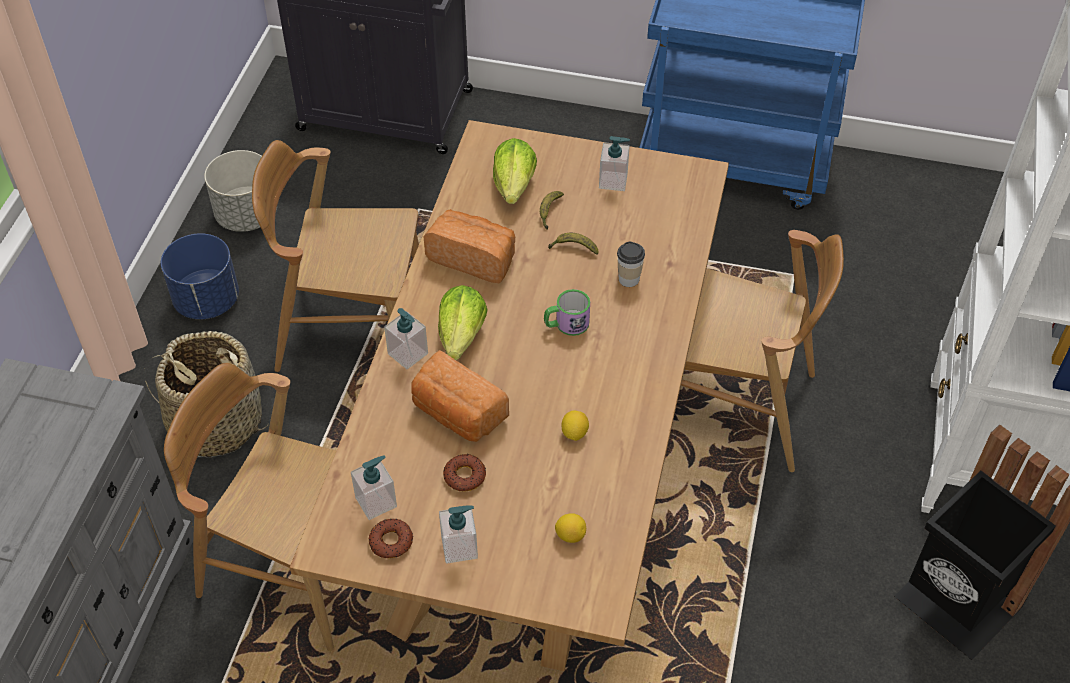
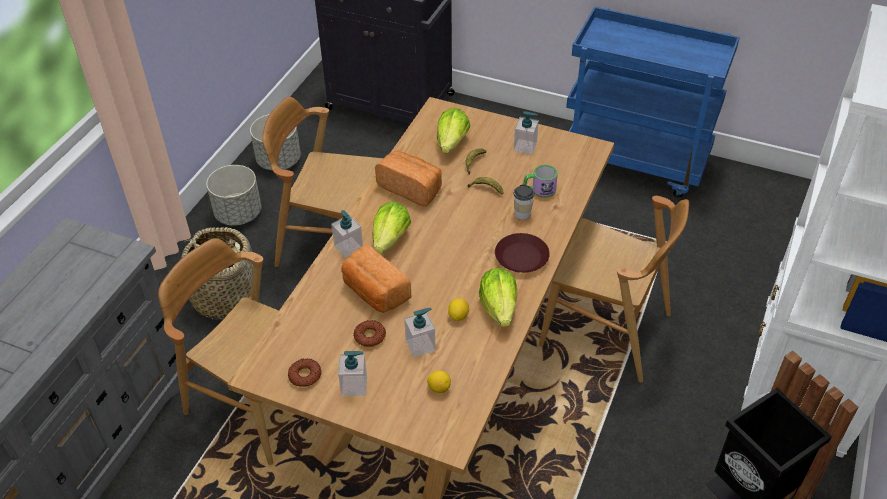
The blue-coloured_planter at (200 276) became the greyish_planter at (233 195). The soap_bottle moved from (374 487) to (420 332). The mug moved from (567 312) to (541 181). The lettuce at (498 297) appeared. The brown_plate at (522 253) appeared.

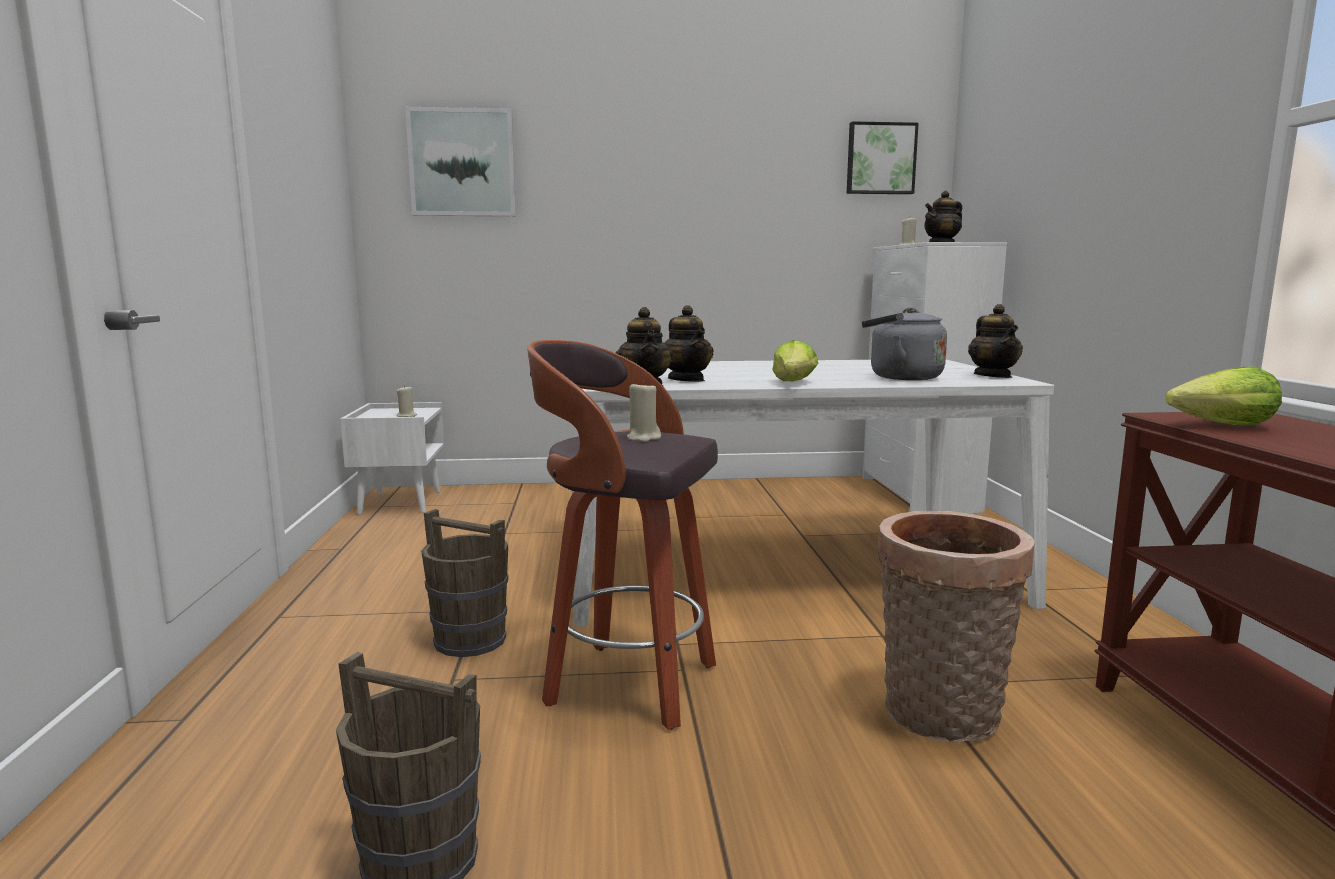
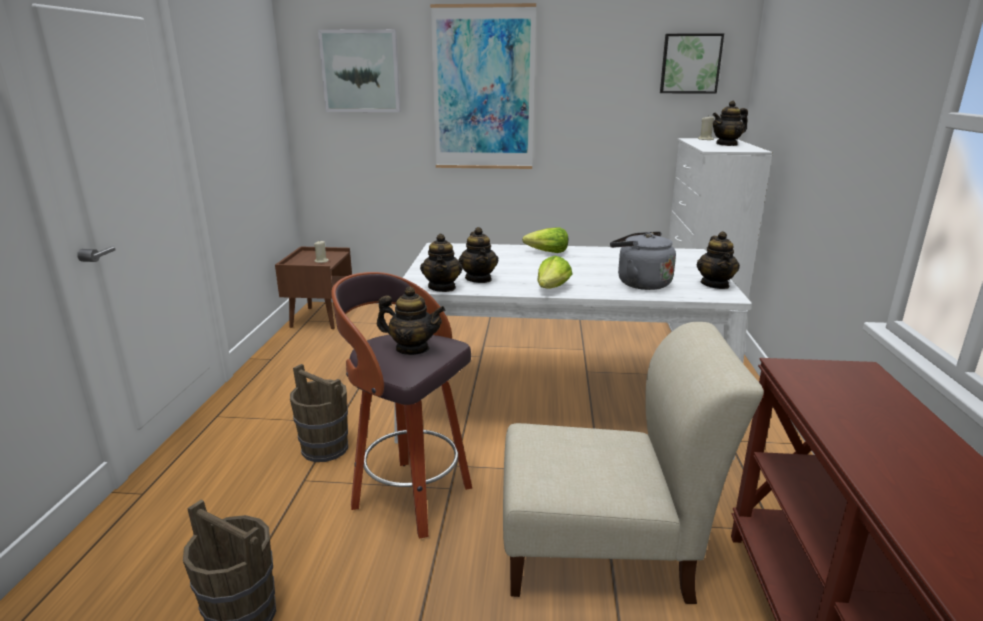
The white_bedside_table at (392 458) became the brown_bedside_table at (313 288). The beige_wax_candle at (644 411) was replaced by the pot_for_tea at (411 321). The basket at (956 627) was replaced by the beige_upright_chair at (633 463). The lettuce moved from (1223 396) to (545 240). The picture at (483 86) appeared.

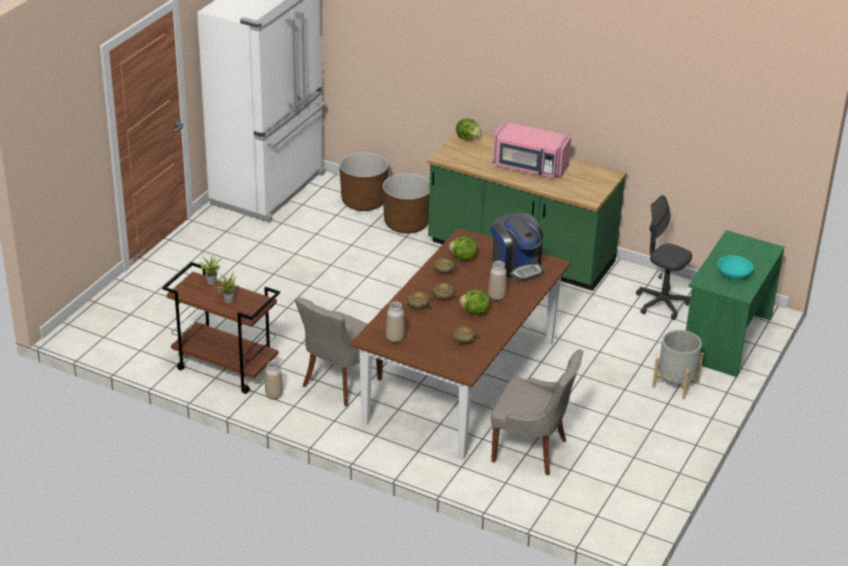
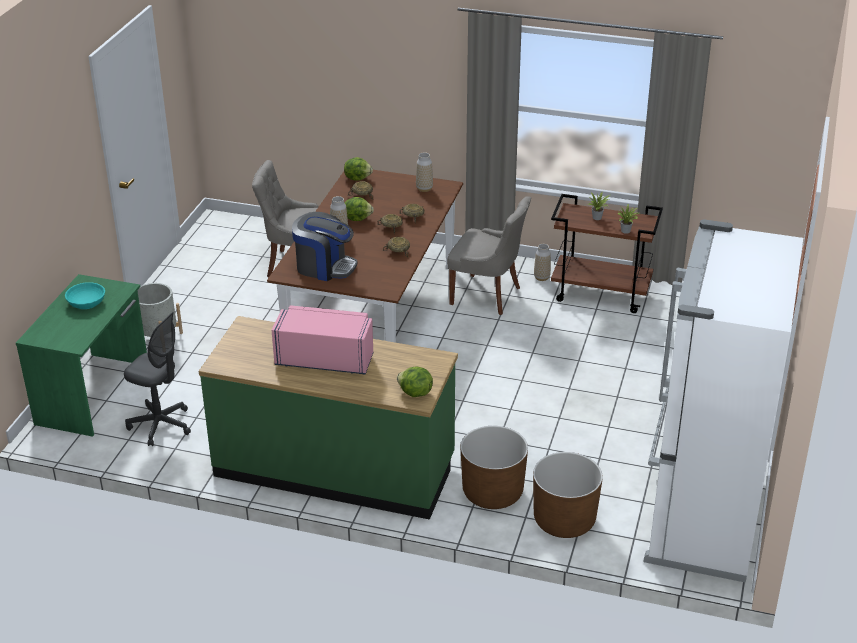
The greyish_upright_chair at (339 351) turned 90 degrees clockwise. The lettuce moved from (463 249) to (358 169). The coffee_machine at (517 247) turned 150 degrees clockwise.

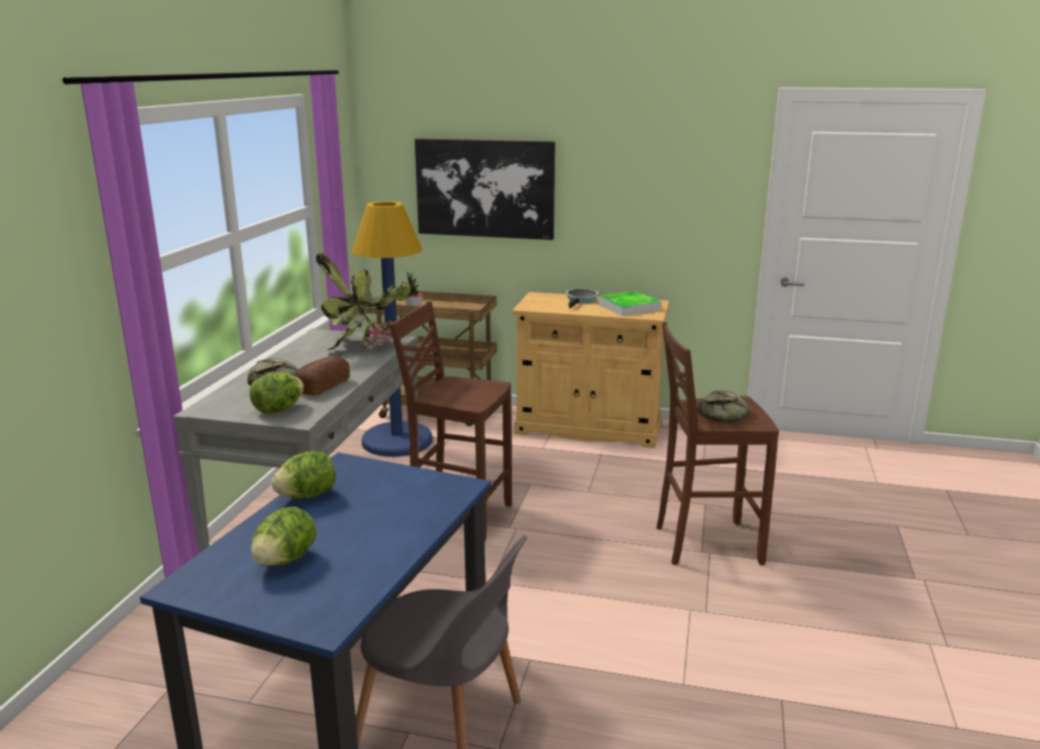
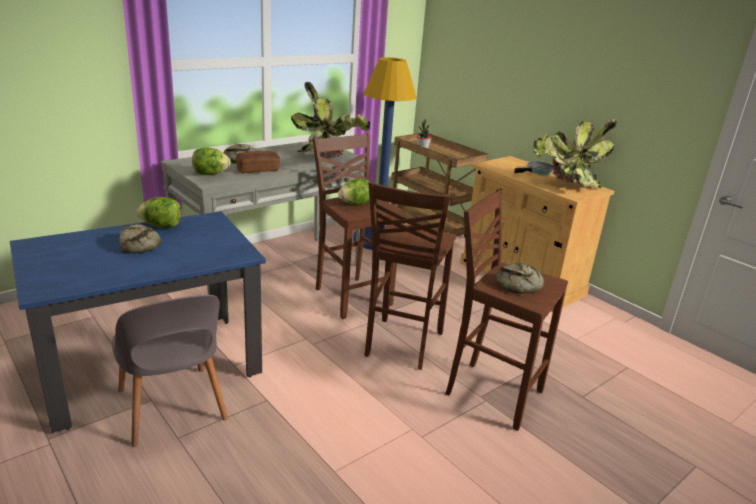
The lettuce moved from (284 536) to (354 191). The picture at (485 189) disappeared. The tray at (630 303) was replaced by the houseplant at (575 154). The bread at (140 238) appeared. The brown_stool at (411 275) appeared.

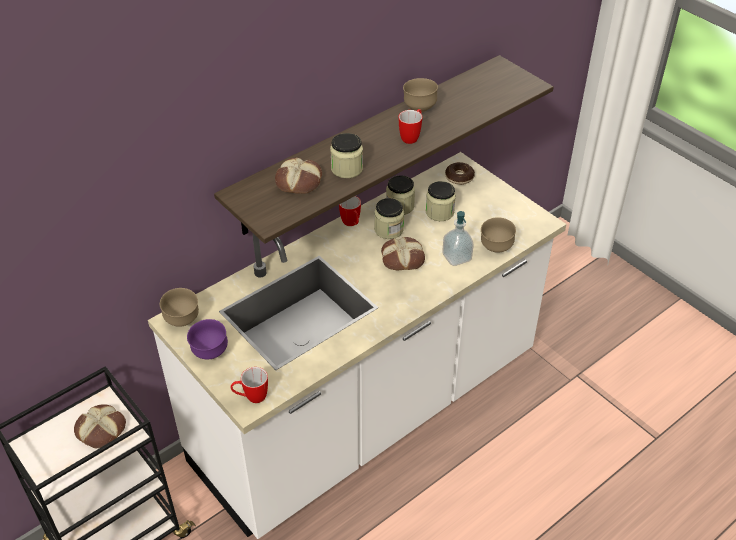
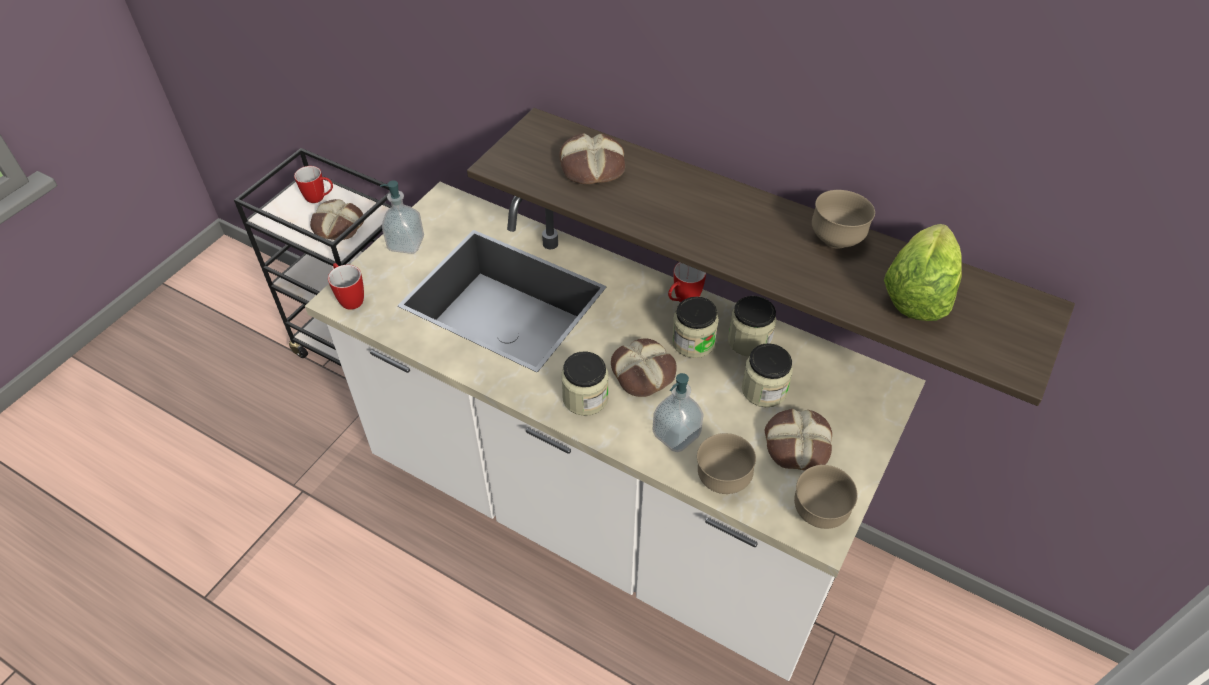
The brown_deep_dish moved from (179 307) to (826 497). The purple-coloured_deep_dish at (207 339) was replaced by the soap_bottle at (402 217). The storage_jar moved from (346 155) to (585 383). The mug moved from (410 126) to (313 184). The doughnut at (460 173) disappeared. The bread at (798 440) appeared. The lettuce at (923 272) appeared.

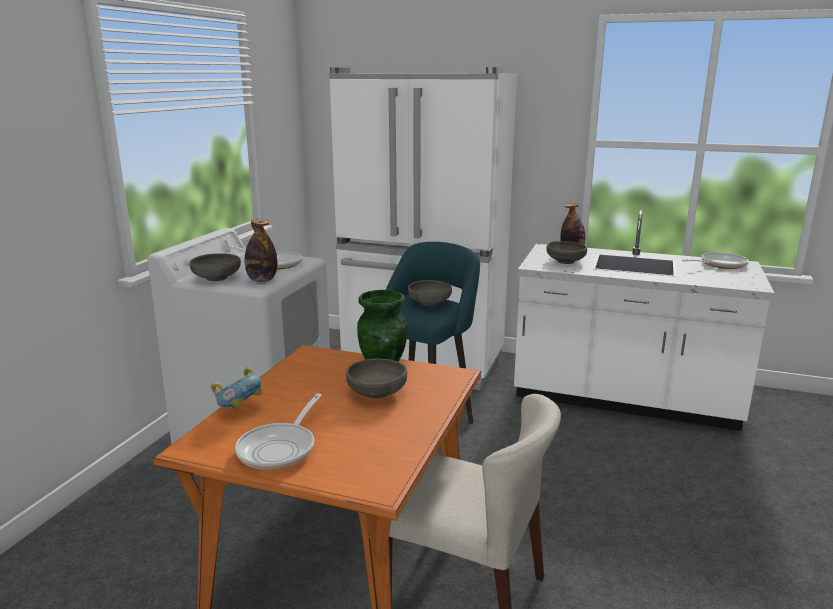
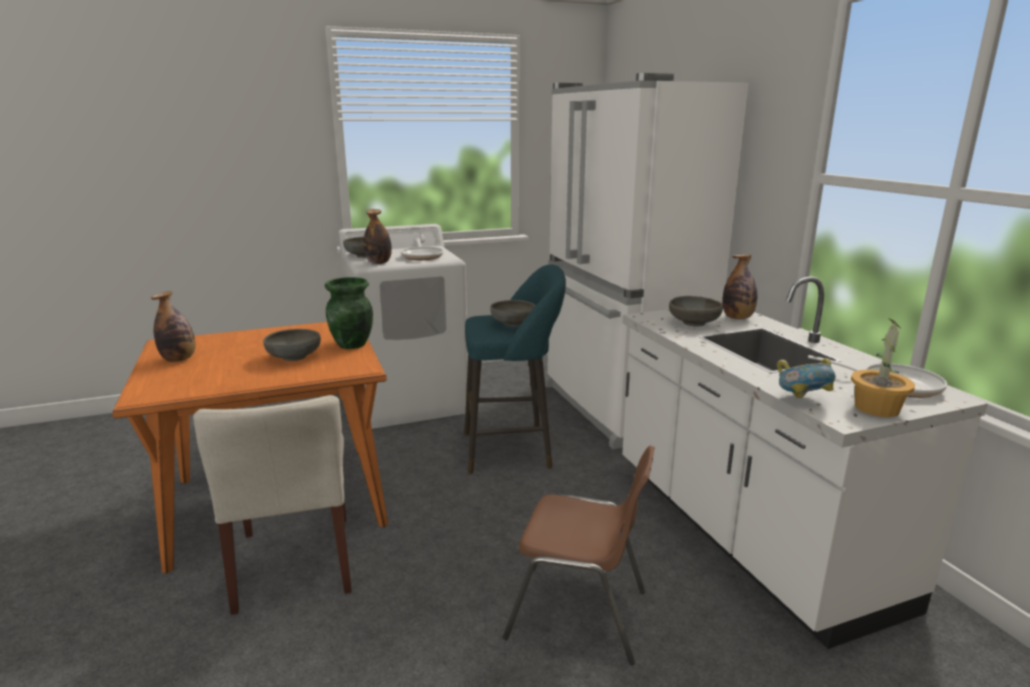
The deep_dish moved from (237 388) to (806 378). The skillet at (278 432) was replaced by the bottle at (173 326). The brown_upright_chair at (578 555) appeared. The houseplant at (883 367) appeared.

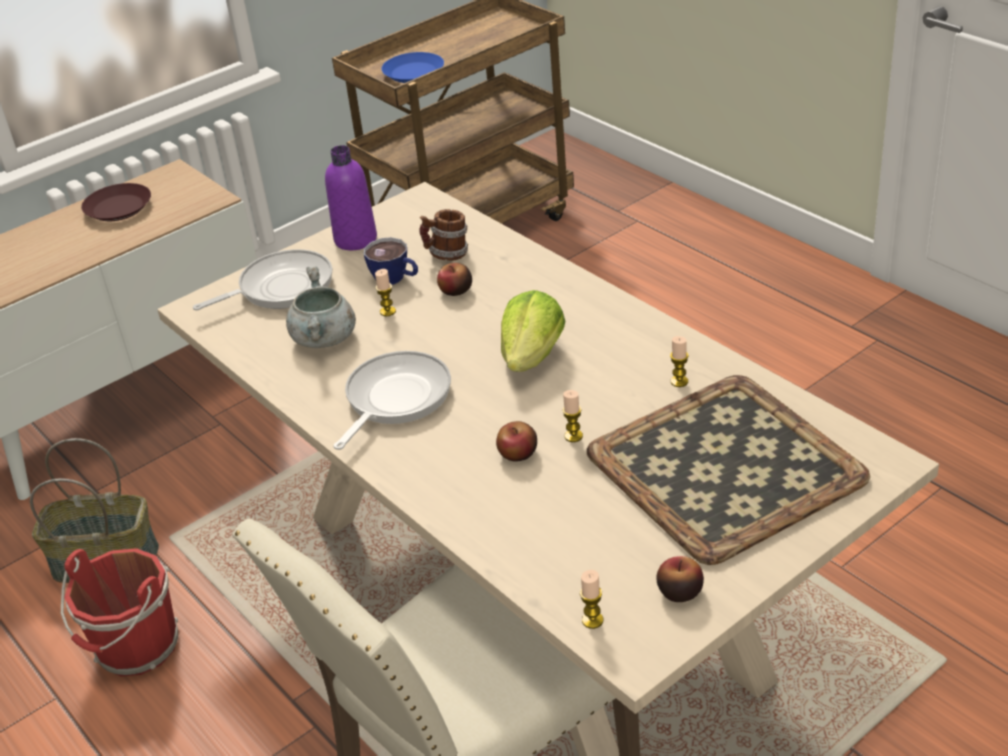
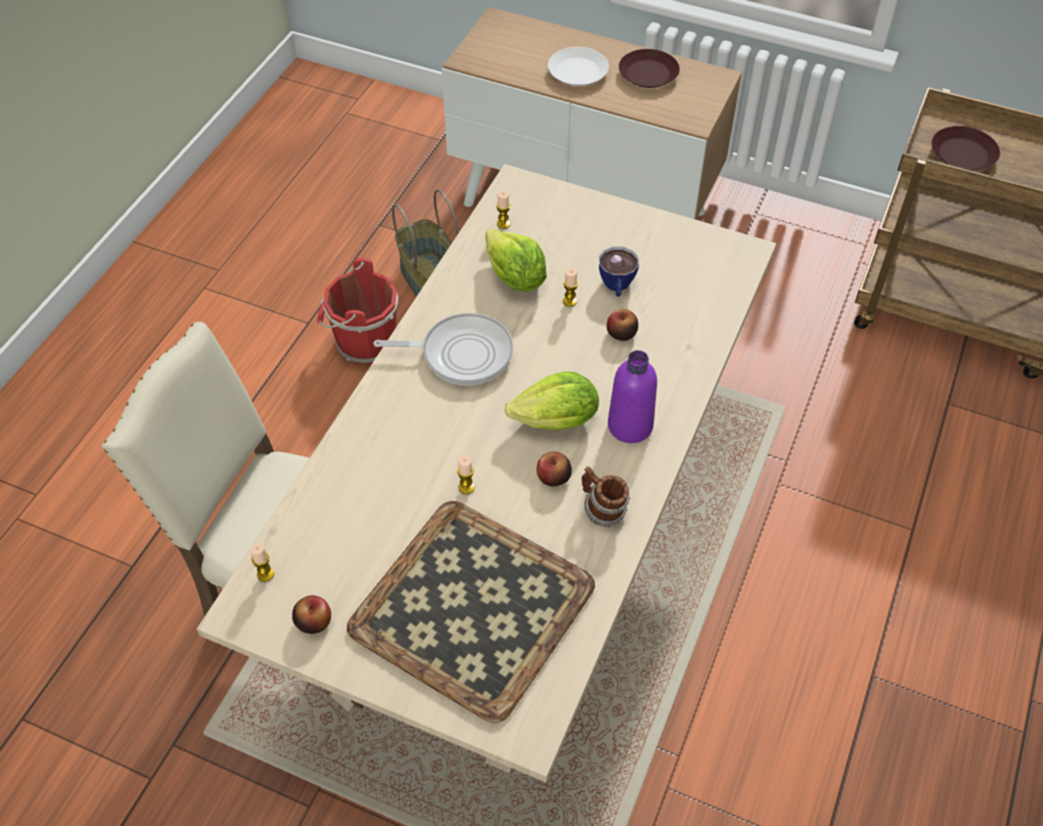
The skillet at (263 280) disappeared. The greyish_cooking_pot at (321 307) was replaced by the lettuce at (516 260). The purple-coloured_bottle moved from (351 197) to (632 396). The blue-coloured_plate at (412 67) became the brown_plate at (965 148). The mug moved from (443 235) to (606 496). The apple_fruit moved from (516 441) to (554 468). The wax_candle moved from (679 361) to (503 209). The white_plate at (578 66) appeared.

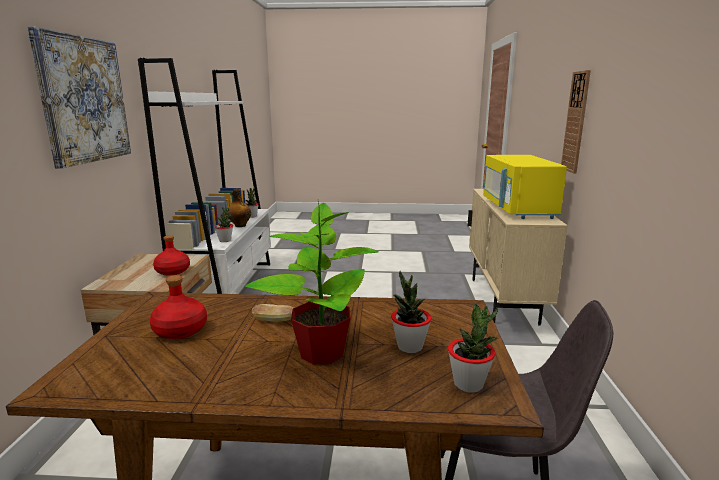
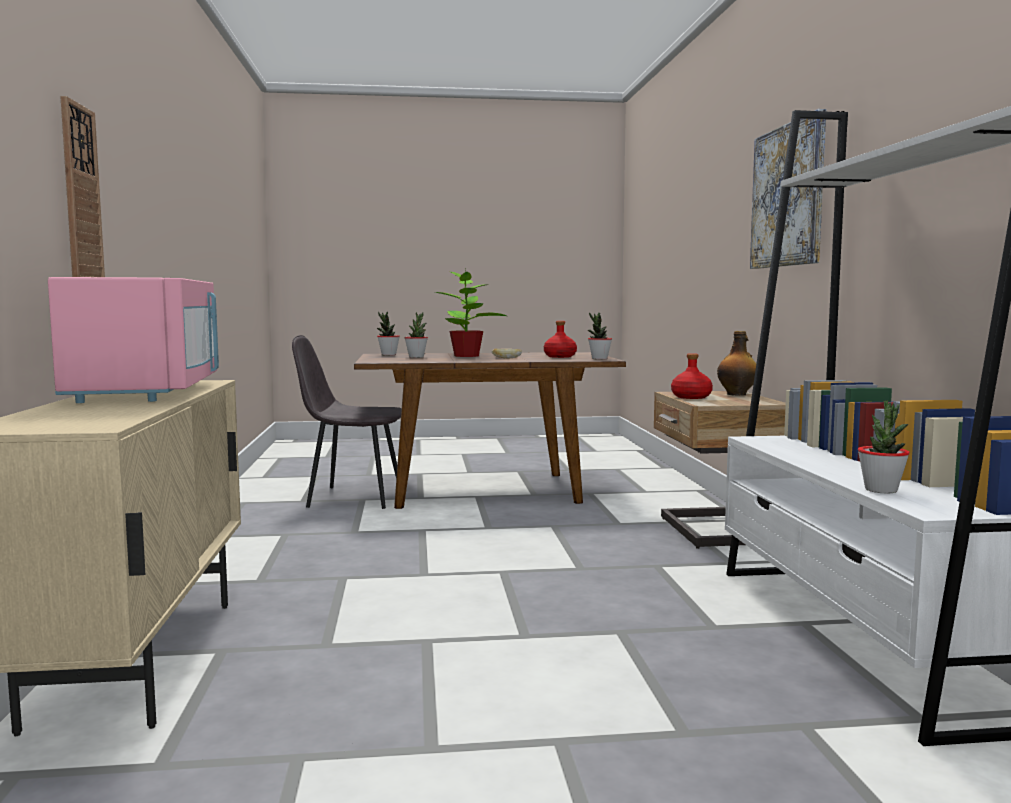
The houseplant moved from (224 224) to (600 336). The bottle moved from (239 208) to (736 363). The yellow_kitchen_microwave at (525 187) became the pink-coloured_kitchen_microwave at (133 340).

